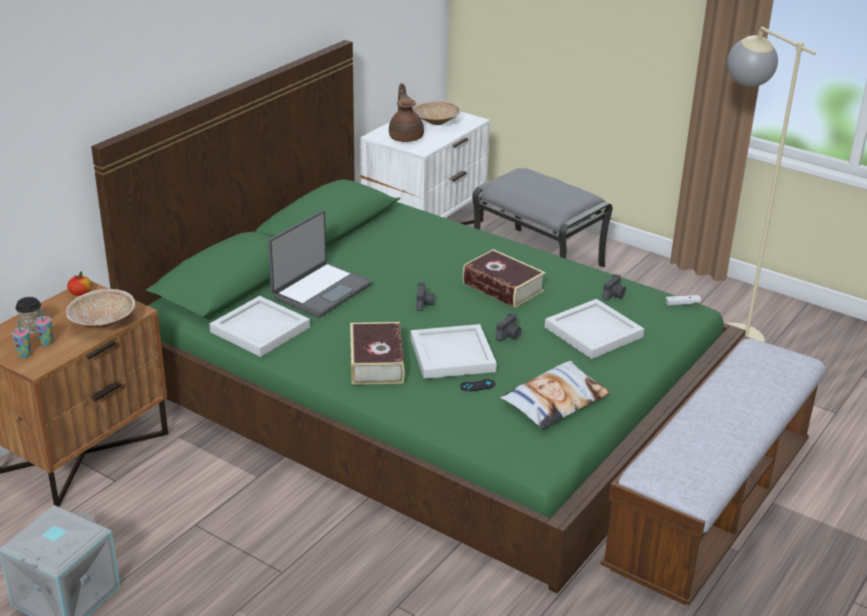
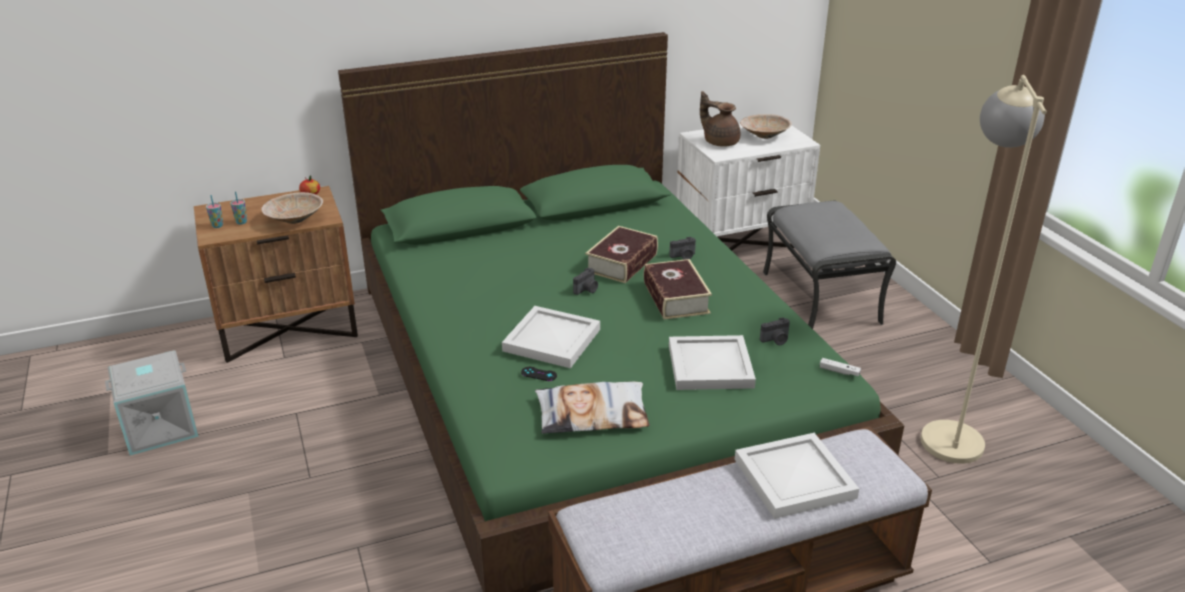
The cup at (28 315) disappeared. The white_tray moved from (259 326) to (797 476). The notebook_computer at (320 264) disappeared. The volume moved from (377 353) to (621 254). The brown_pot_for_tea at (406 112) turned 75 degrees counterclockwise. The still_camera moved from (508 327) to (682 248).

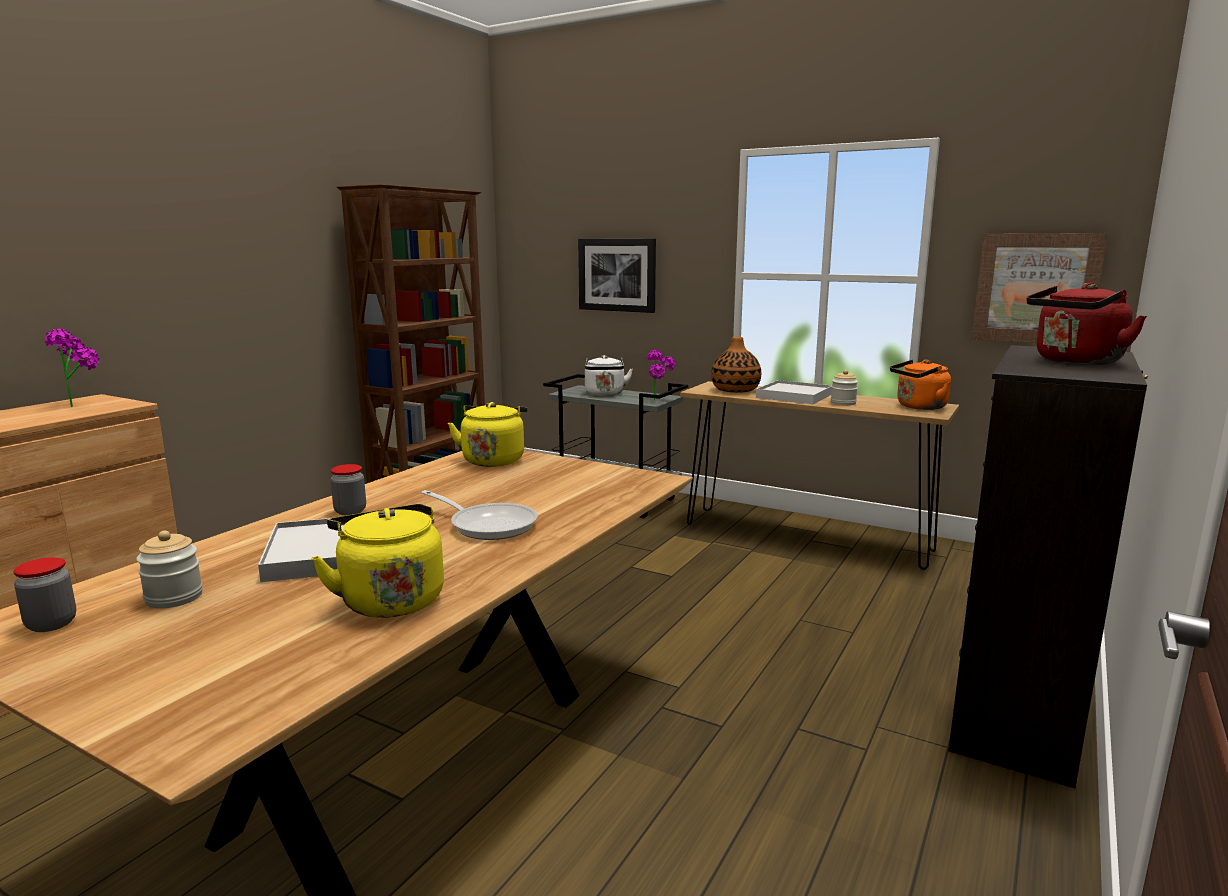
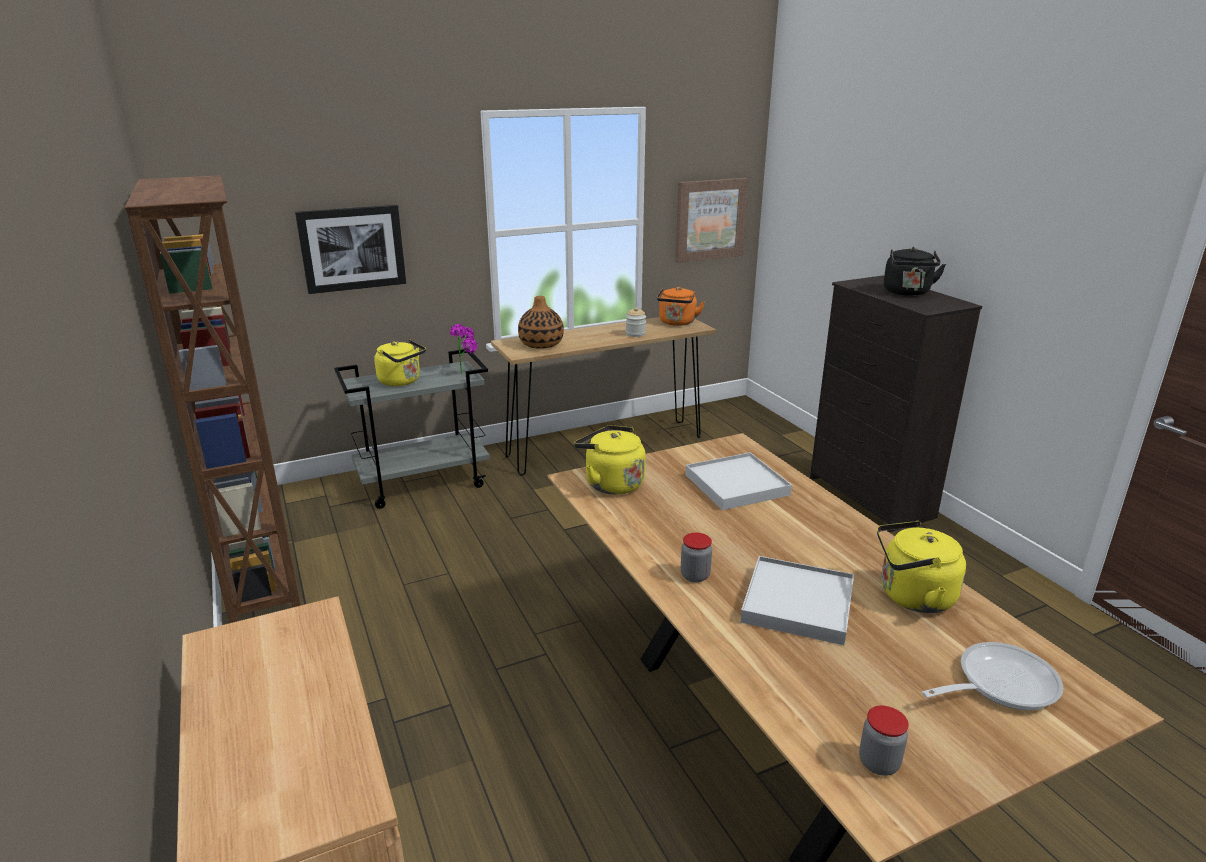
The houseplant at (72 368) disappeared. The storage_jar at (169 569) disappeared. The skillet moved from (479 515) to (992 676). The white_tea_kettle at (609 375) became the yellow_tea_kettle at (400 363). The white_tray moved from (794 392) to (738 481). The reddish_tea_kettle at (1086 324) became the black-coloured_tea_kettle at (915 271).

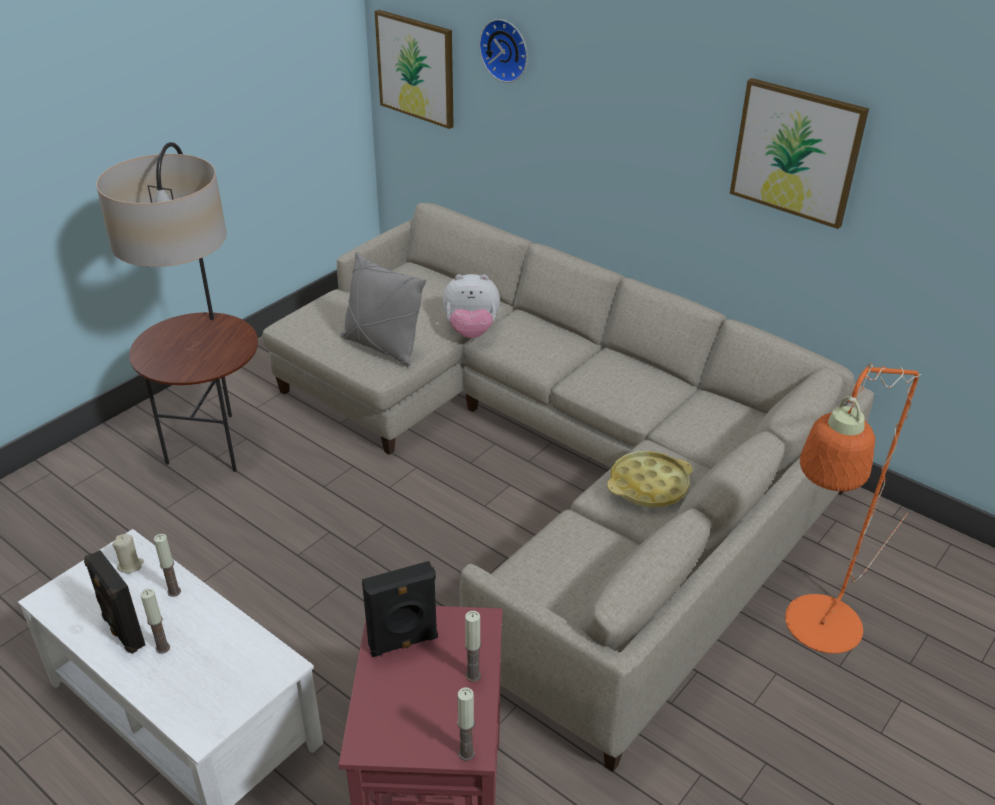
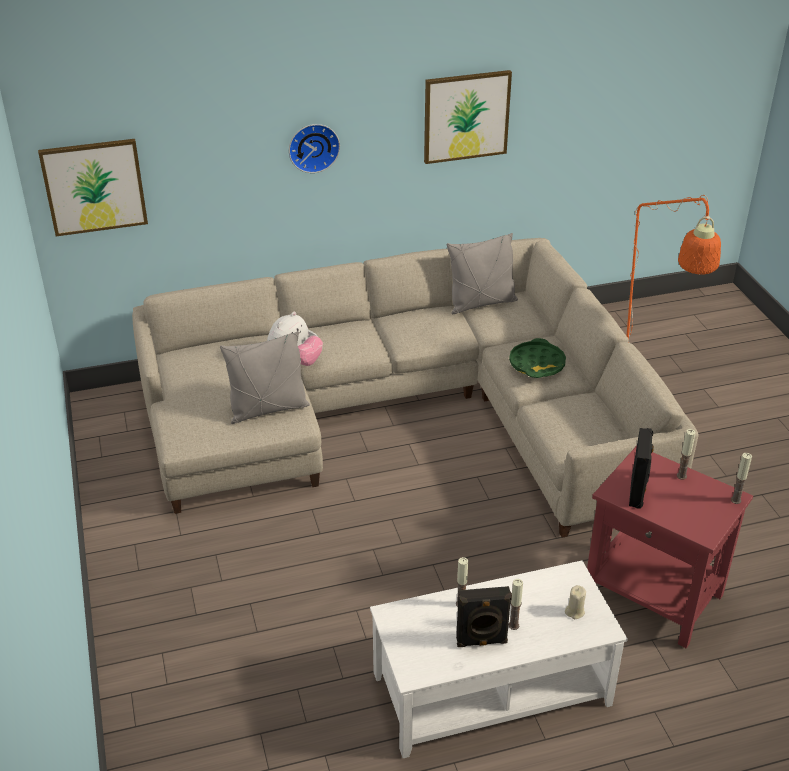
The standing_lamp at (177 307) disappeared. The beige_wax_candle moved from (128 553) to (575 602). The wall_clock moved from (503 51) to (314 148). The yellow_tray at (650 479) became the green_tray at (537 358). The greyish_pillow at (482 273) appeared.

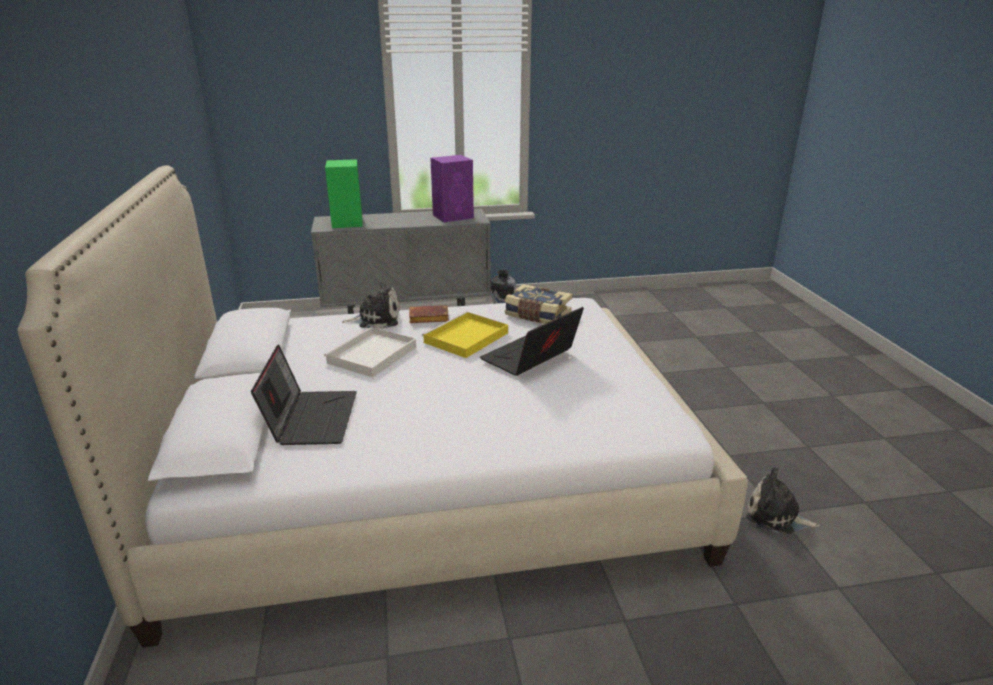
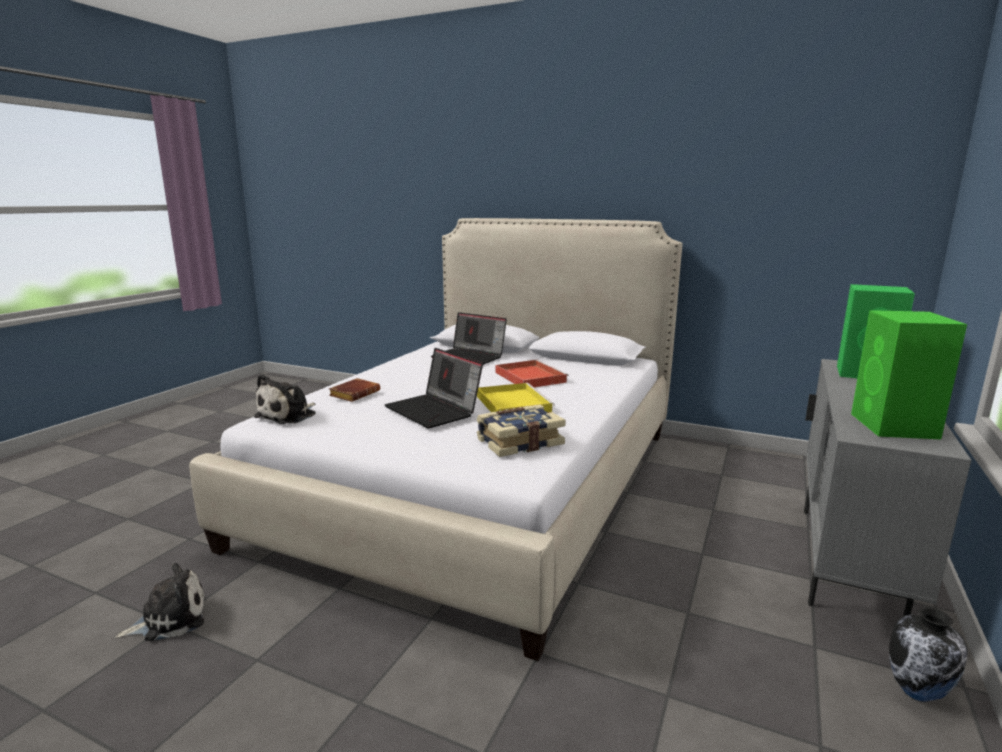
The white_tray at (370 352) became the reddish_tray at (532 373). The plush_toy moved from (371 305) to (285 399). The brown_volume moved from (429 314) to (354 390). The purple-coloured_loudspeaker at (452 188) became the green_loudspeaker at (909 374). The notebook_computer at (532 341) turned 150 degrees clockwise.

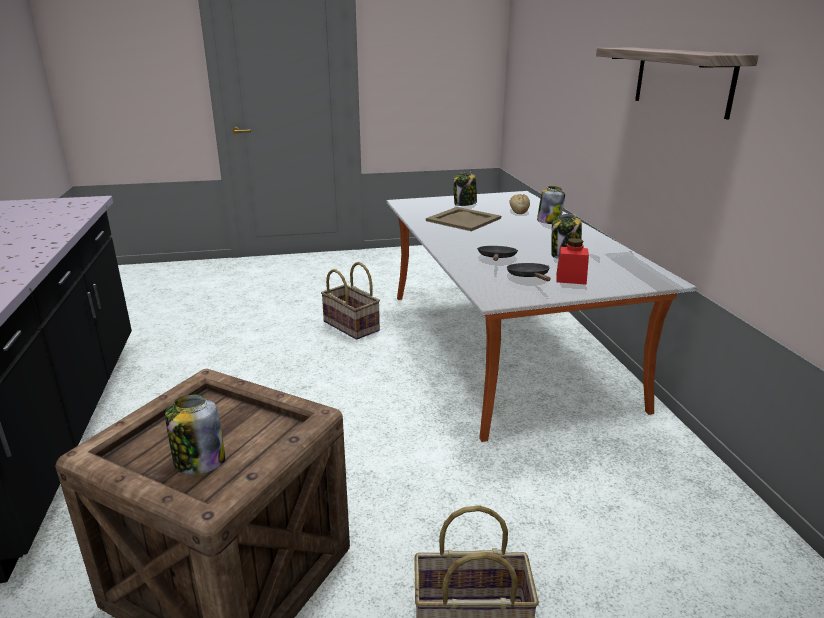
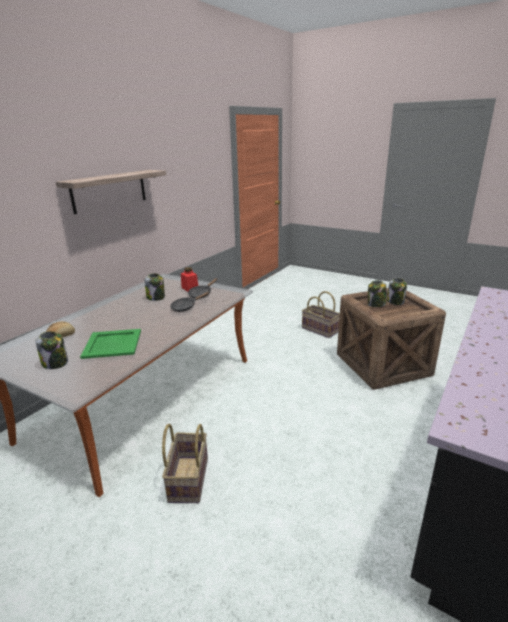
The beige_tray at (463 219) became the green_tray at (110 344). The storage_jar moved from (551 205) to (377 293).

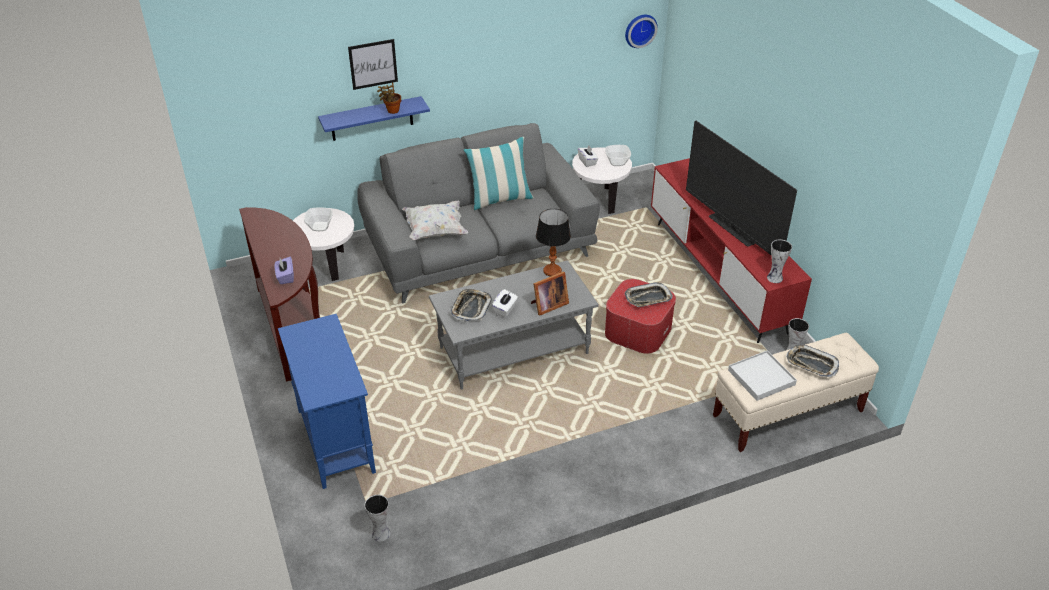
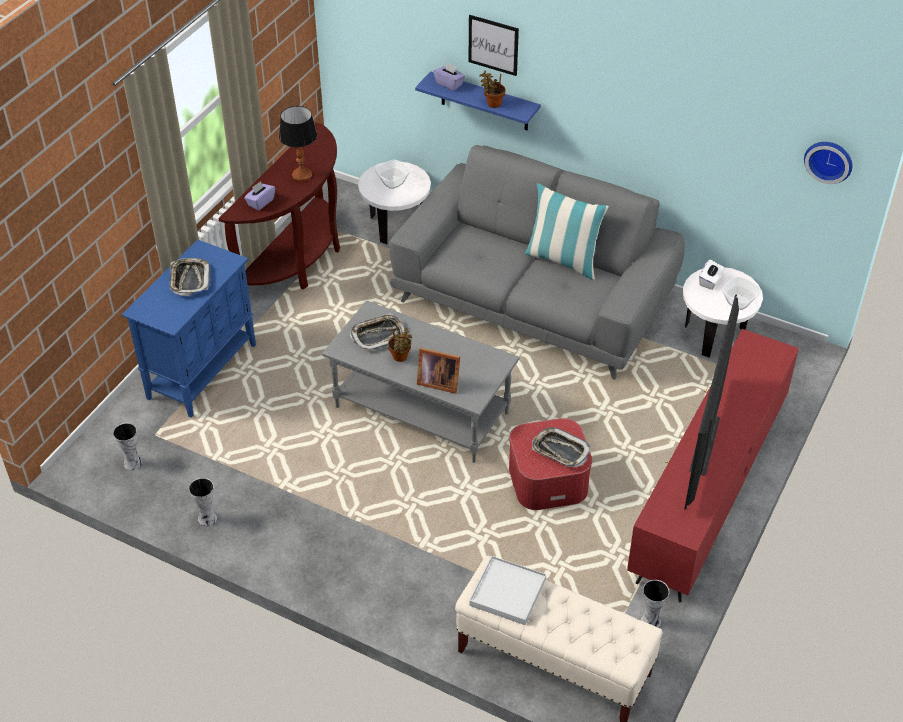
The white_pillow at (435 220) disappeared. The white_tissue_box at (505 303) was replaced by the houseplant at (400 345). The table_lamp moved from (553 243) to (298 143). The vase moved from (779 261) to (203 502). The tray moved from (812 360) to (190 277). The purple-coloured_tissue_box at (449 77) appeared.

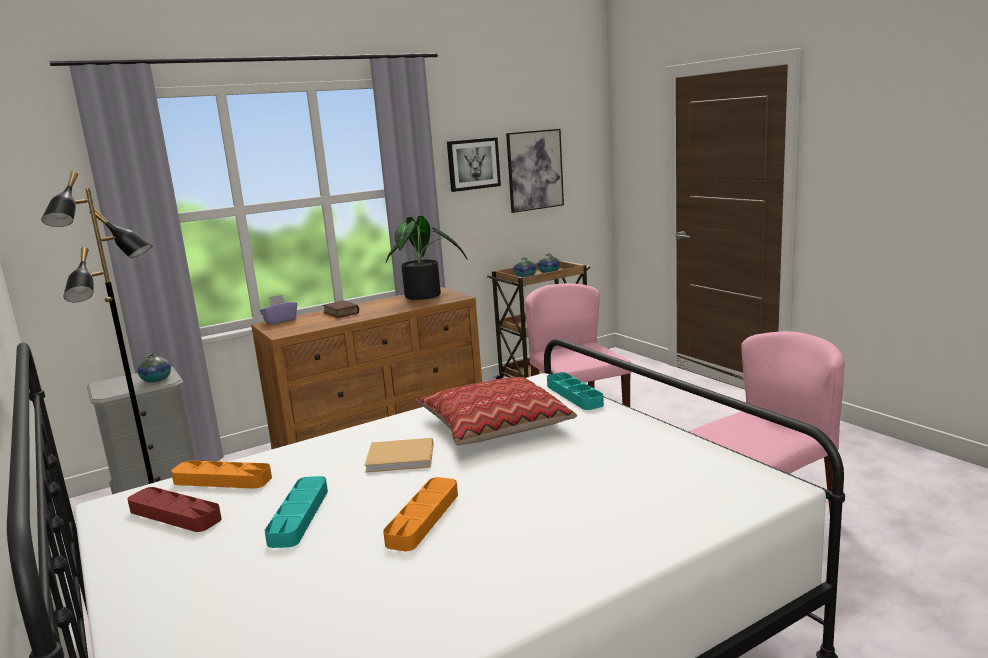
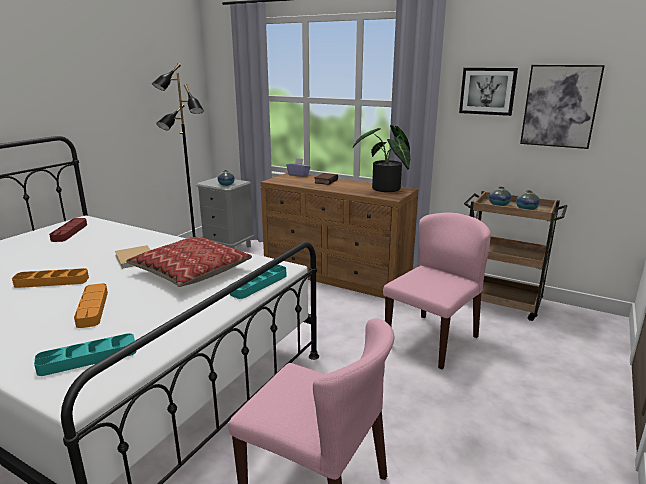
The orange_tray moved from (221 475) to (91 305). The turquoise-coloured_tray moved from (296 512) to (85 354).

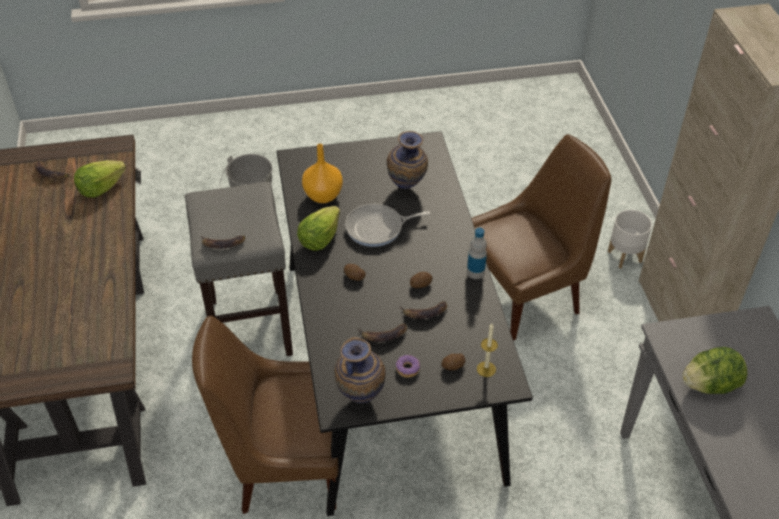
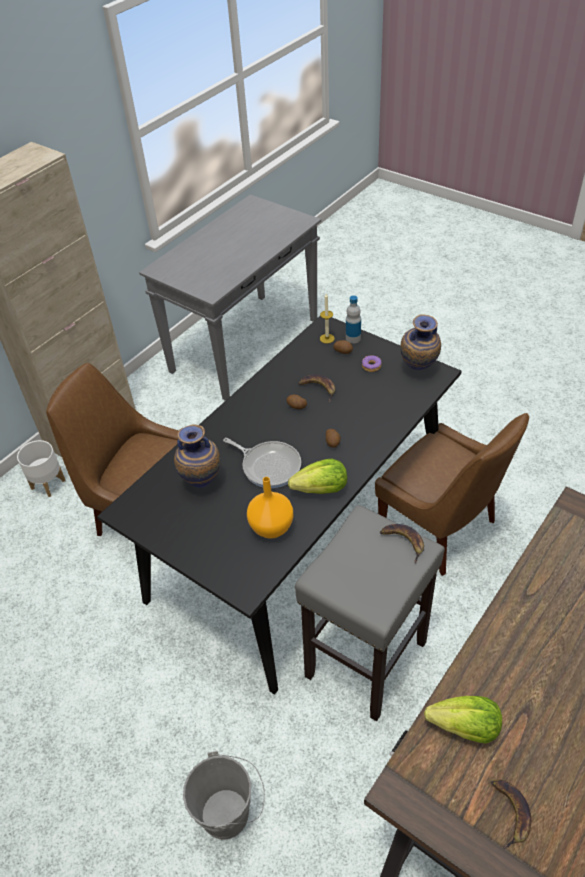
The banana_fruit at (382 332) disappeared. The bottle moved from (477 253) to (353 319). The lettuce at (715 370) disappeared.

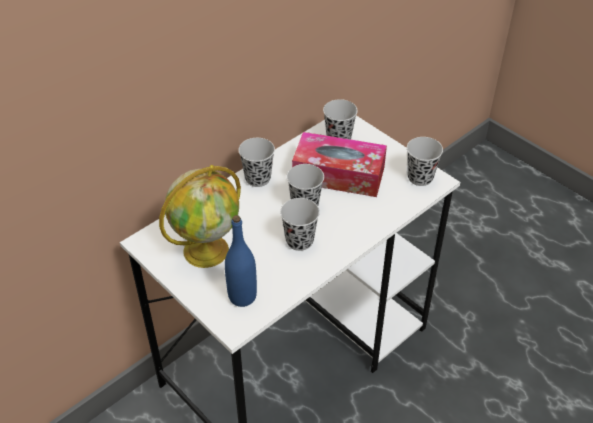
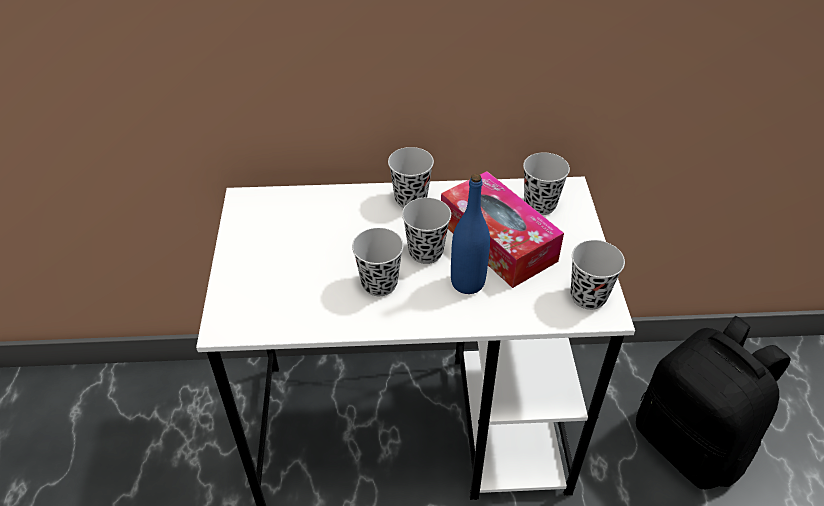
The world_globe at (200 216) disappeared. The blue-coloured_bottle moved from (241 261) to (470 234). The black-coloured_backpack at (713 402) appeared.

